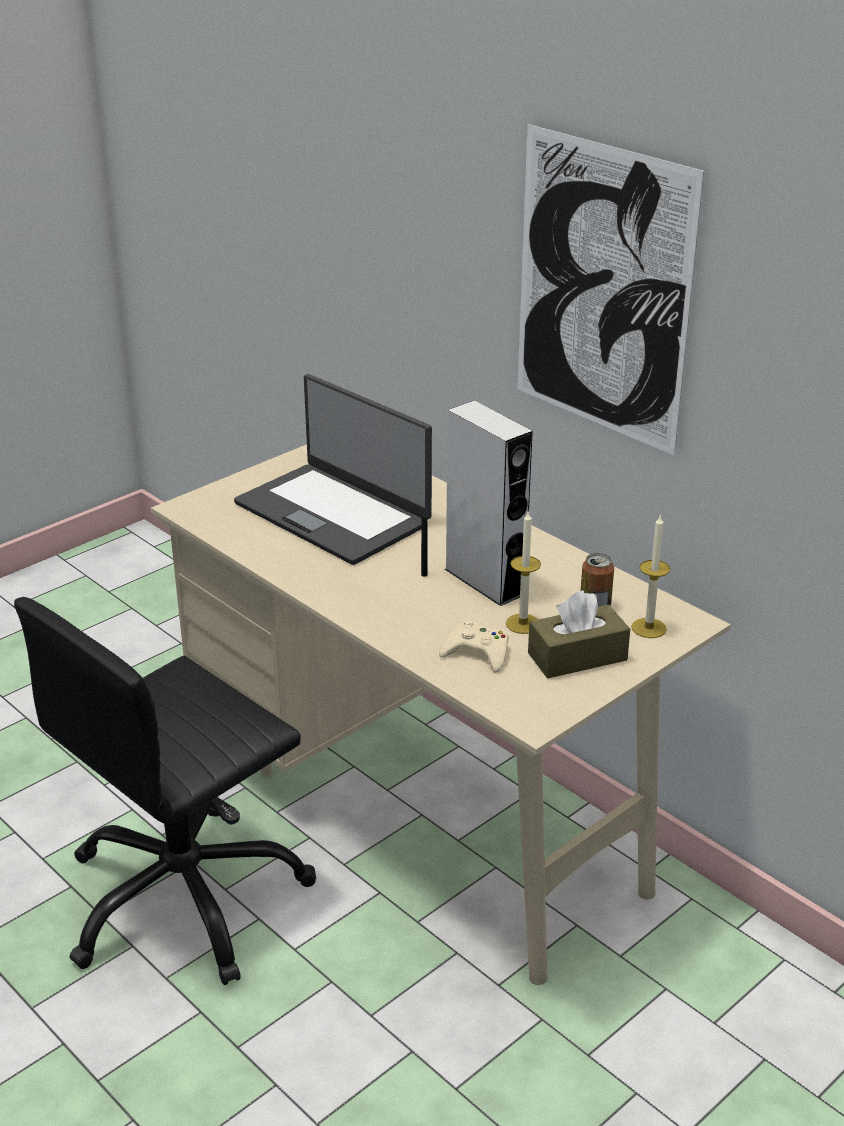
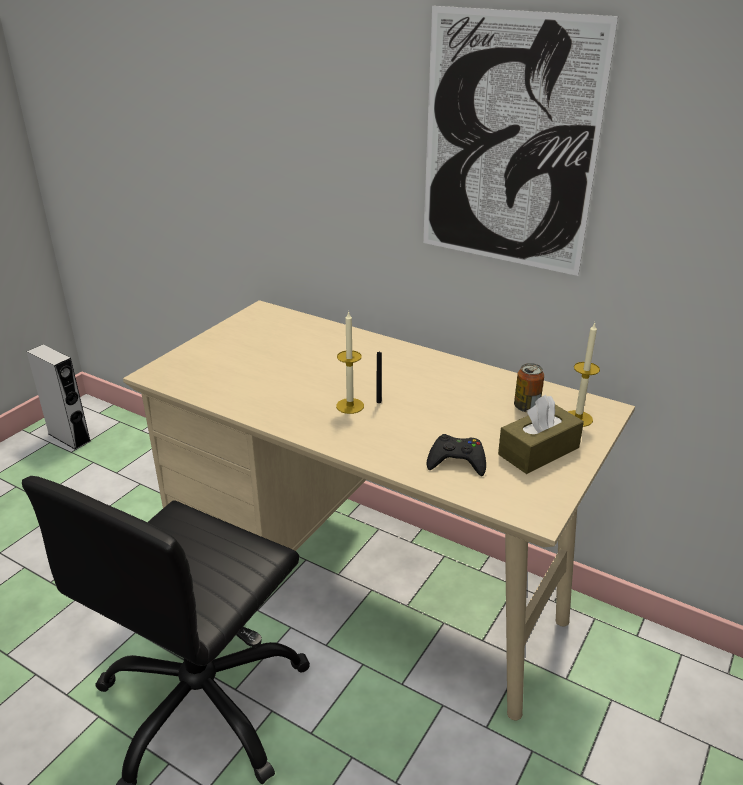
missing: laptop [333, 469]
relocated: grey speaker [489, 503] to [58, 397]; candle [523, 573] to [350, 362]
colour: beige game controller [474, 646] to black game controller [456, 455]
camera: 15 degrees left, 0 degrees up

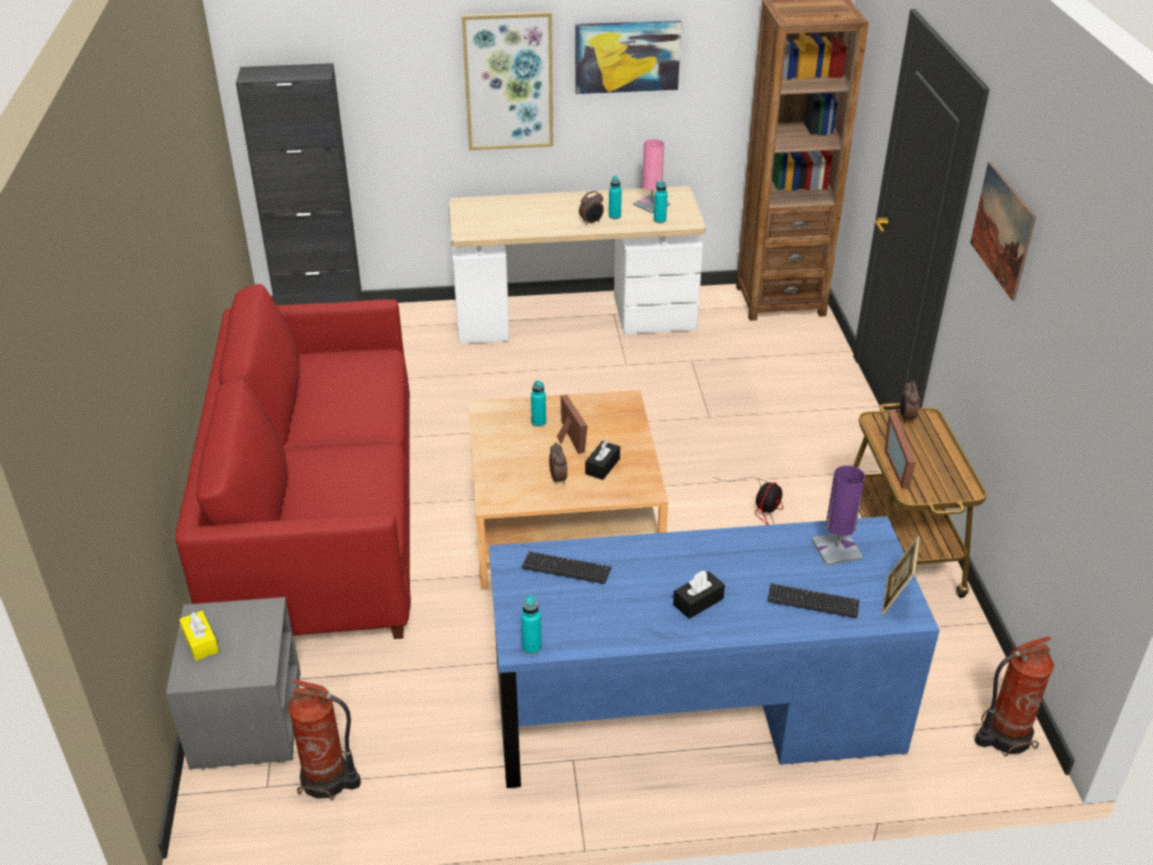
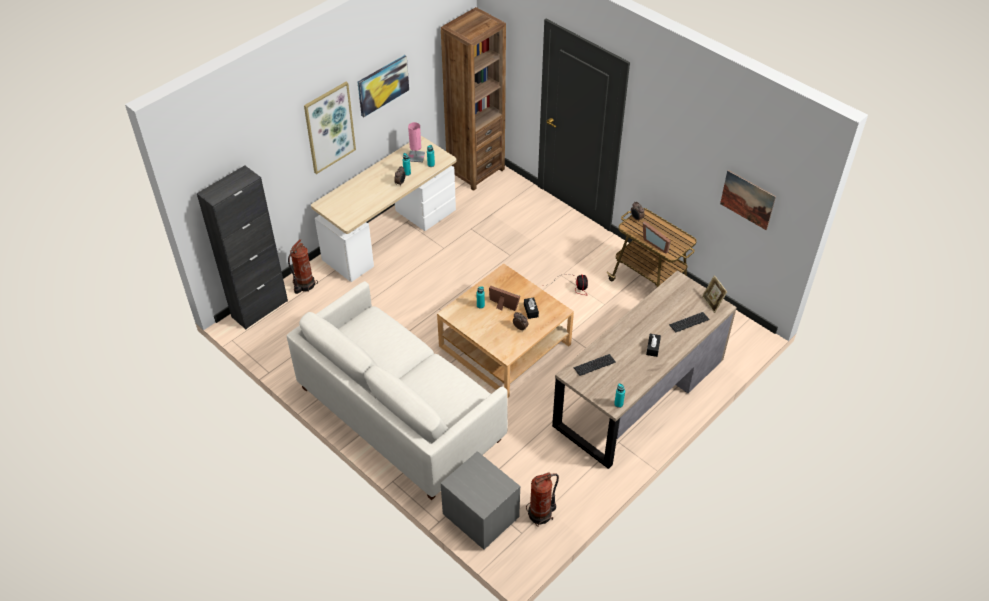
missing: yellow tissue box [199, 636]; purple table lamp [838, 515]
relocated: fire extinguisher [1014, 696] to [303, 266]; picture [1003, 231] to [748, 200]
colour: red sofa [293, 461] to white sofa [397, 390]; blue desk [714, 652] to brown desk [644, 369]
camera: 40 degrees left, 10 degrees up

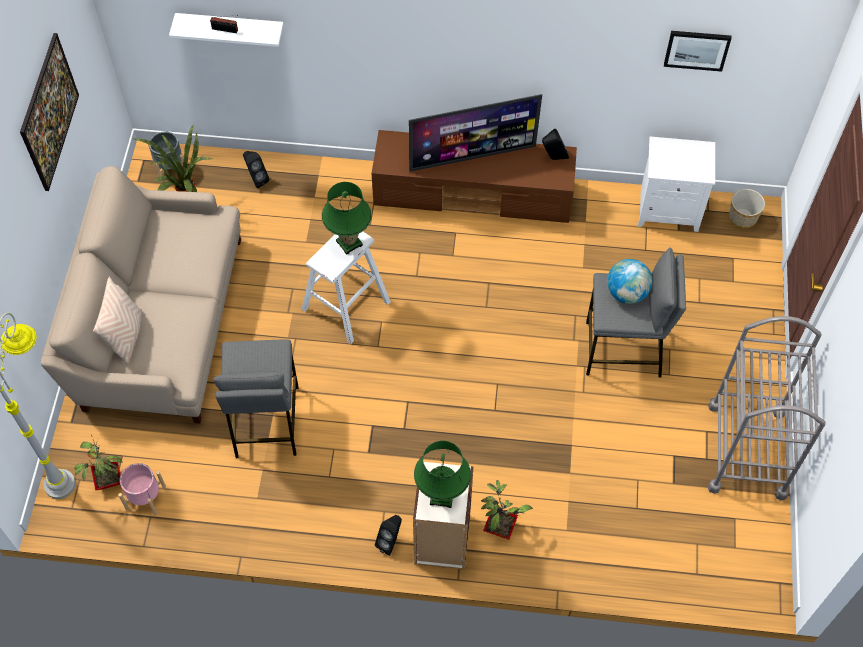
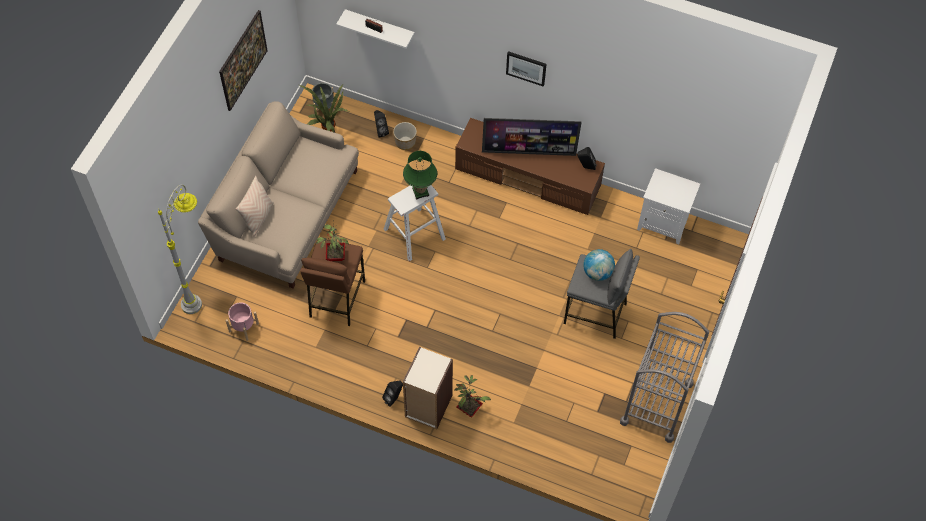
missing: green table lamp [442, 474]
relocated: potted plant [98, 462] to [332, 240]; planter [747, 208] to [405, 136]; picture [697, 51] to [526, 69]
colour: grey stool [256, 398] to brown stool [332, 282]
camera: 15 degrees right, 0 degrees up

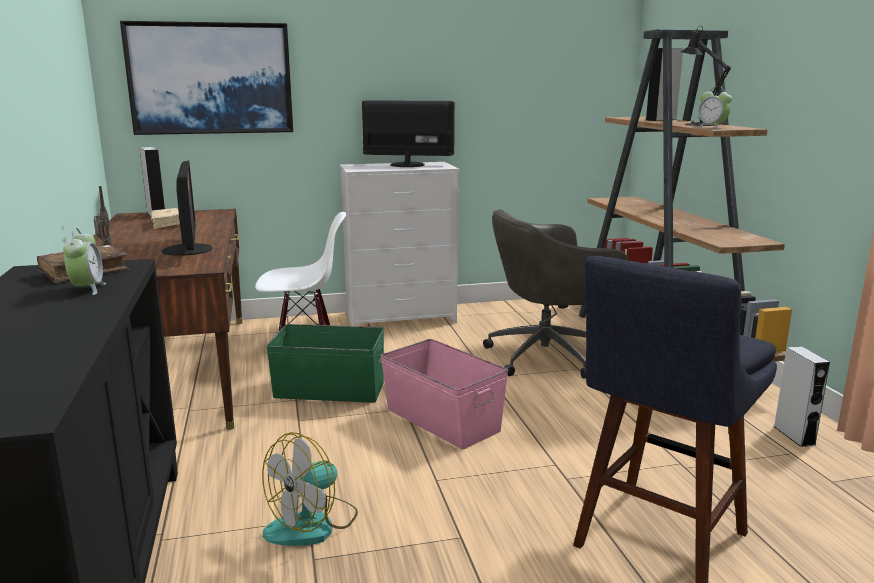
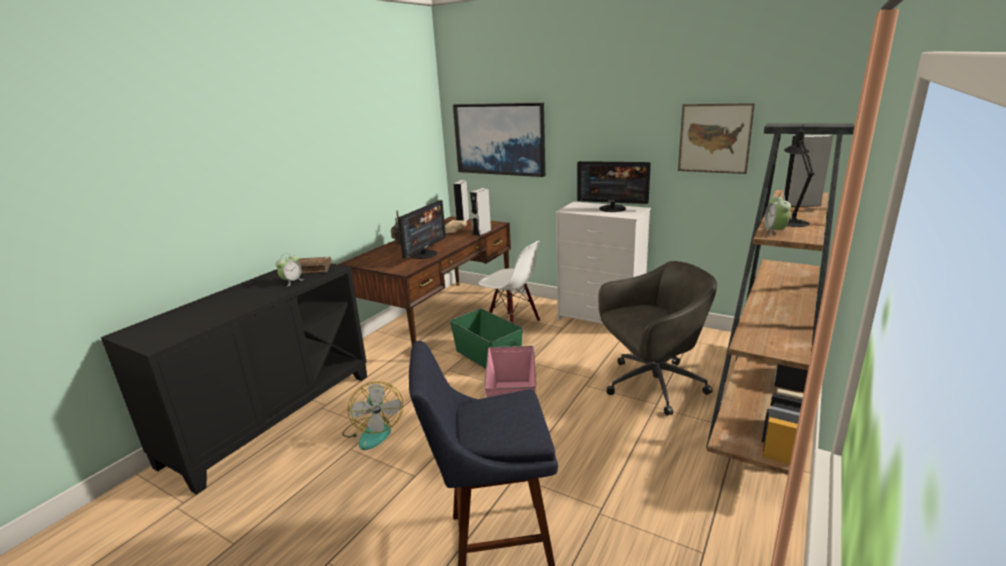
appeared: picture [716, 138]
relocated: grey speaker [802, 396] to [480, 212]
spun: fan [310, 489] = [372, 415] 105 degrees counterclockwise; monitor [408, 133] = [614, 186] 150 degrees clockwise; grey office chair [555, 294] = [657, 338] 135 degrees clockwise
camera: 45 degrees right, 5 degrees up

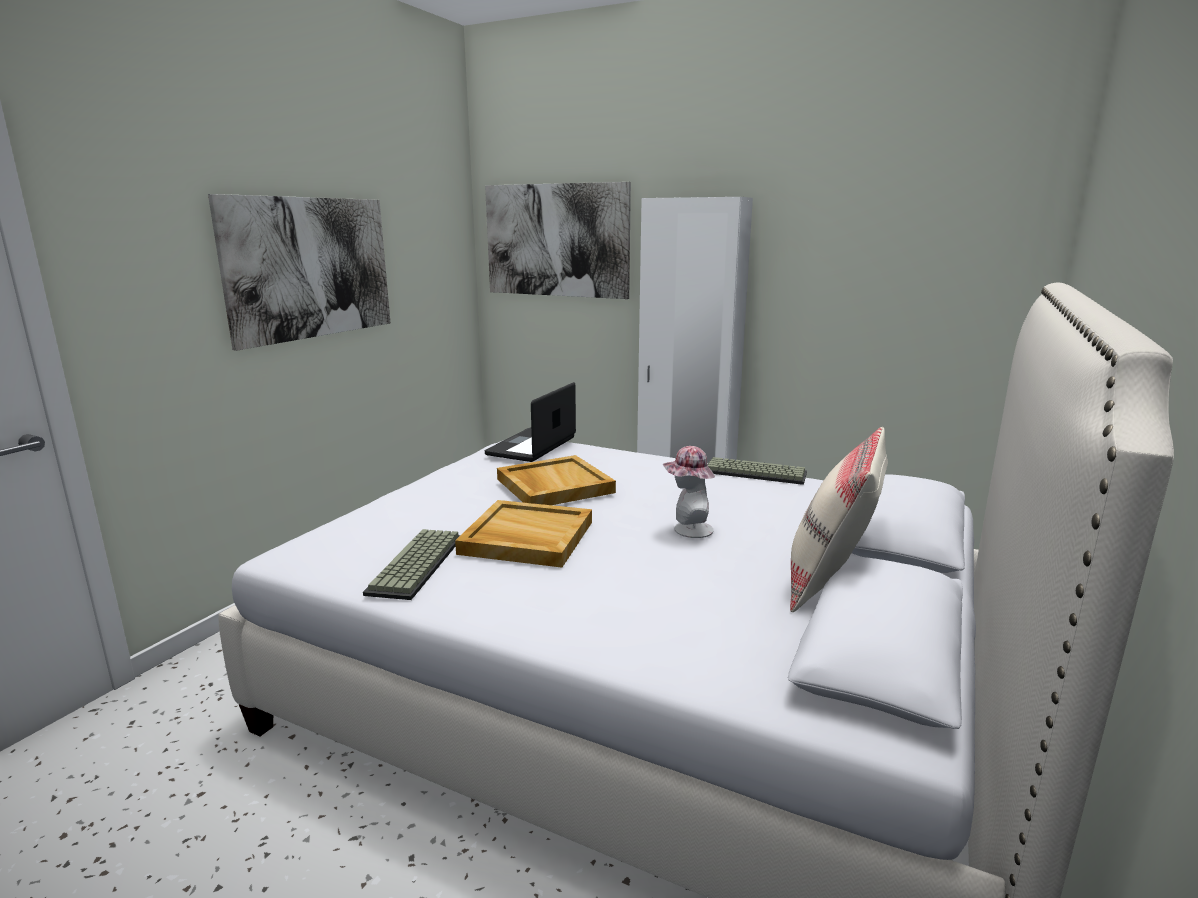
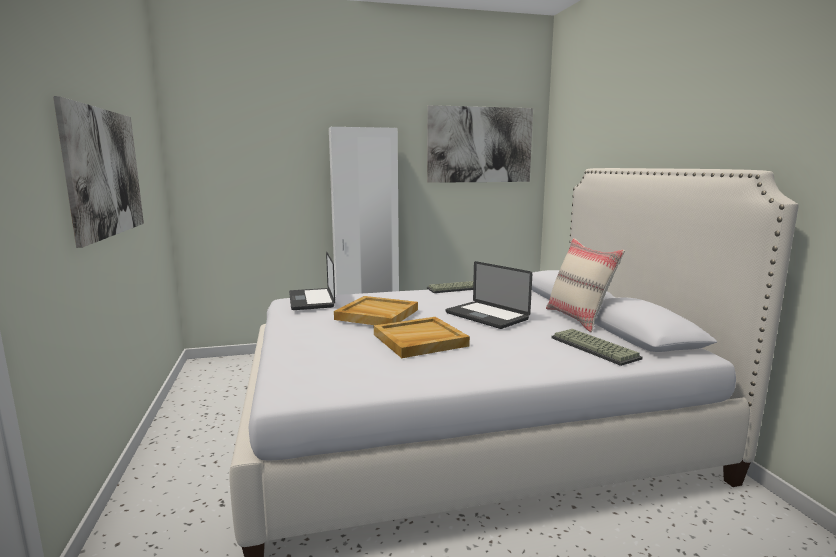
relocated: picture [558, 240] to [480, 144]; keyboard [411, 564] to [597, 347]
exchanged: hat [689, 492] to laptop [489, 295]
camera: 40 degrees left, 5 degrees down

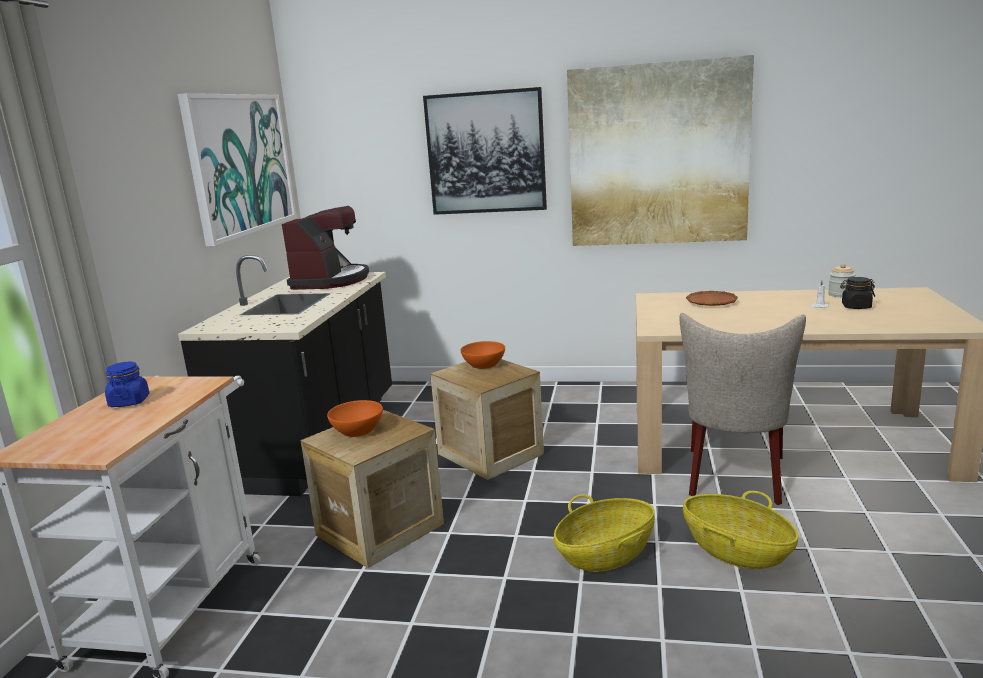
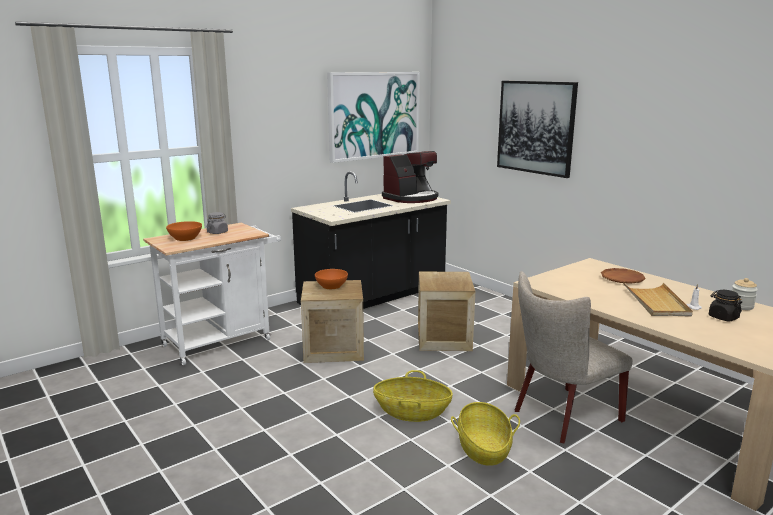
missing: picture [660, 150]
appeared: beige tray [658, 299]
relocated: orange bowl [483, 355] to [184, 231]
colour: blue jar [127, 384] to grey jar [217, 223]
camera: 40 degrees right, 0 degrees up

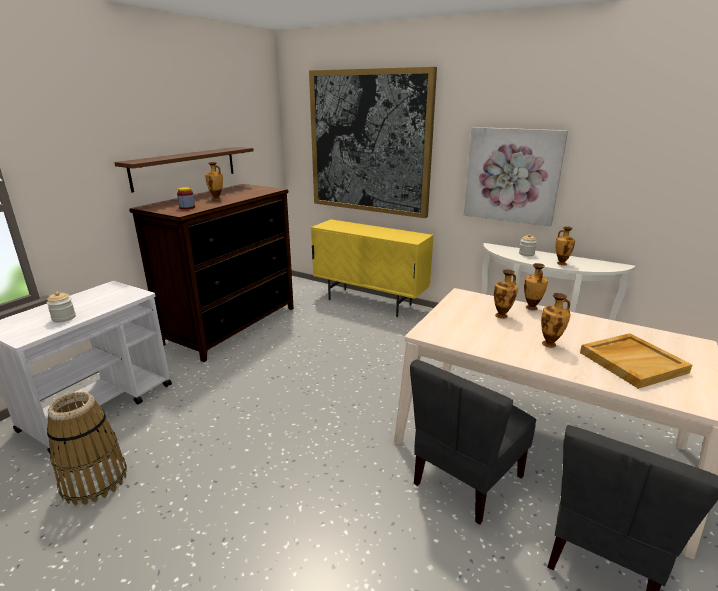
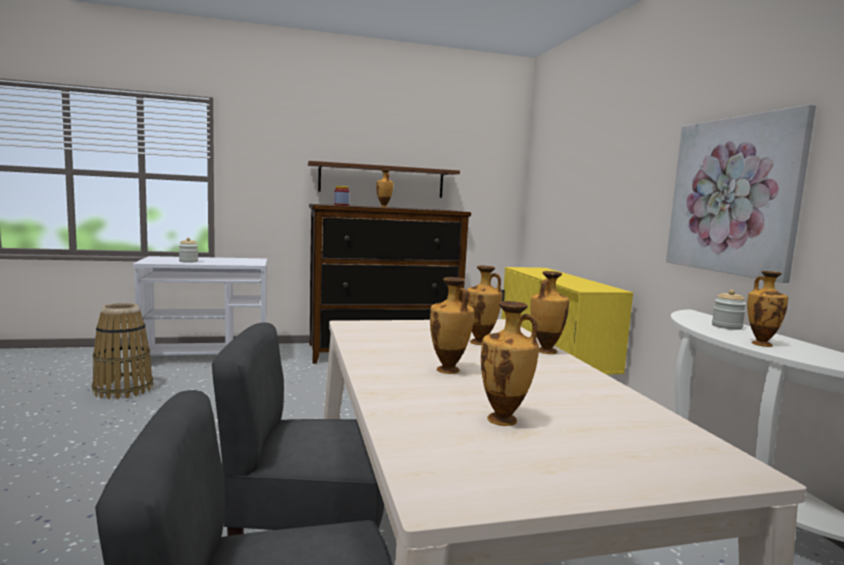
missing: picture [373, 142]
exchanged: beige tray [636, 361] to vase [510, 363]
camera: 45 degrees right, 15 degrees down

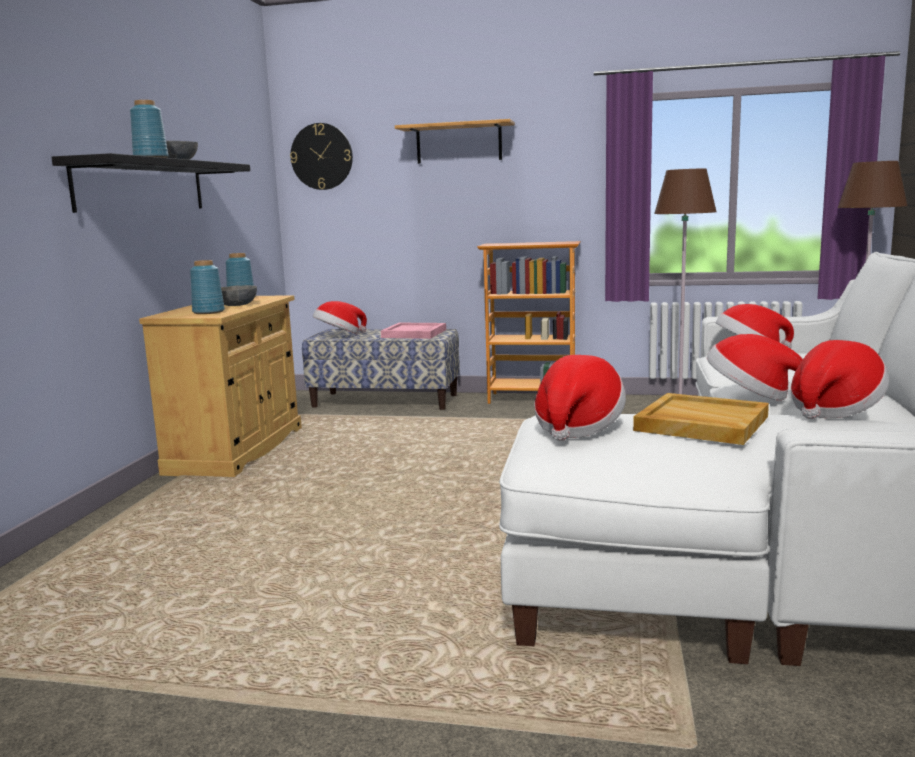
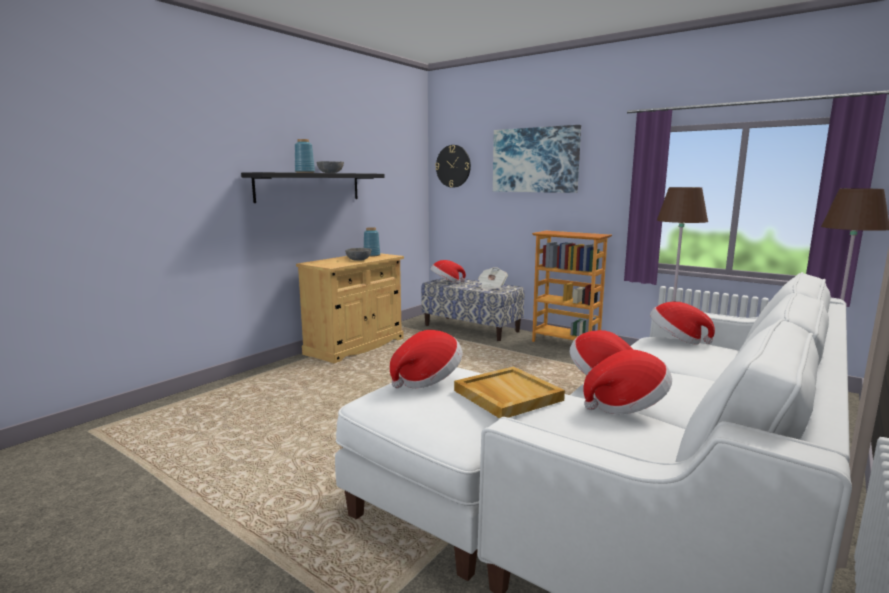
missing: blue vase [207, 287]
exchanged: pink tray [413, 331] to newspaper [493, 278]; shelf [455, 141] to picture [537, 159]
camera: 25 degrees right, 0 degrees up

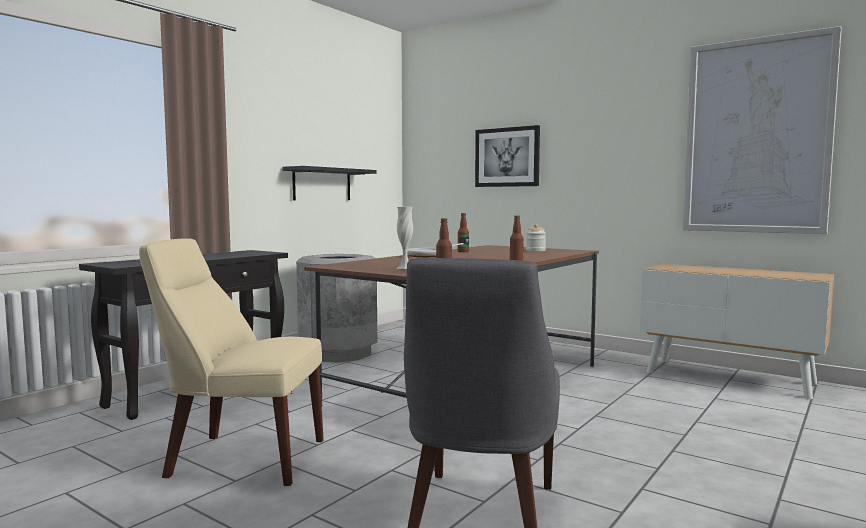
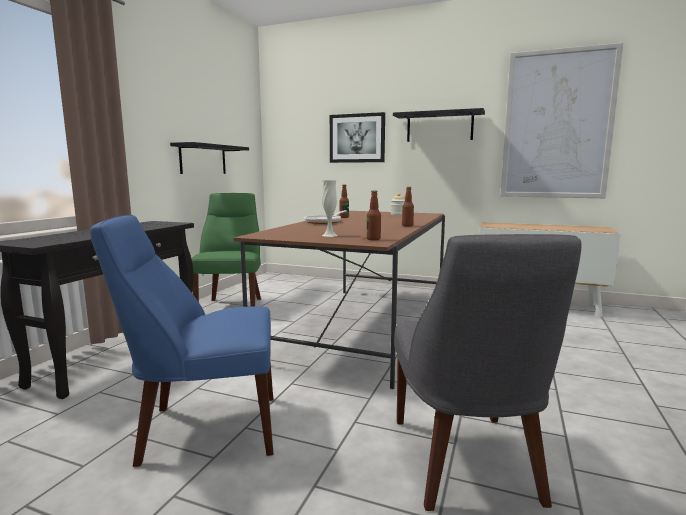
appeared: black shelf [439, 125]
exchanged: grey trash can [336, 308] to green chair [226, 250]
colour: beige chair [231, 362] to blue chair [181, 341]
camera: 15 degrees left, 5 degrees up

